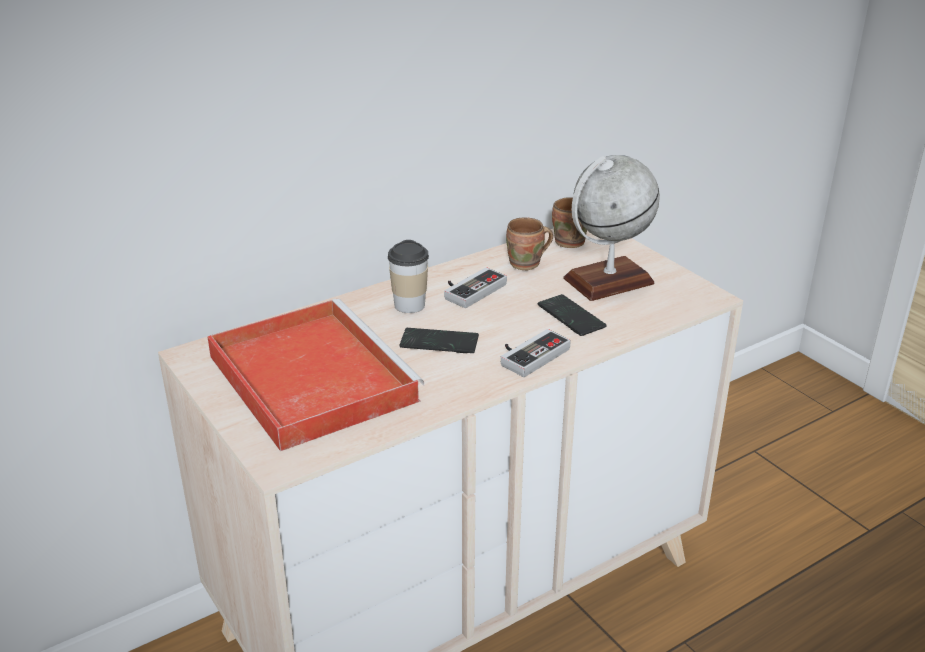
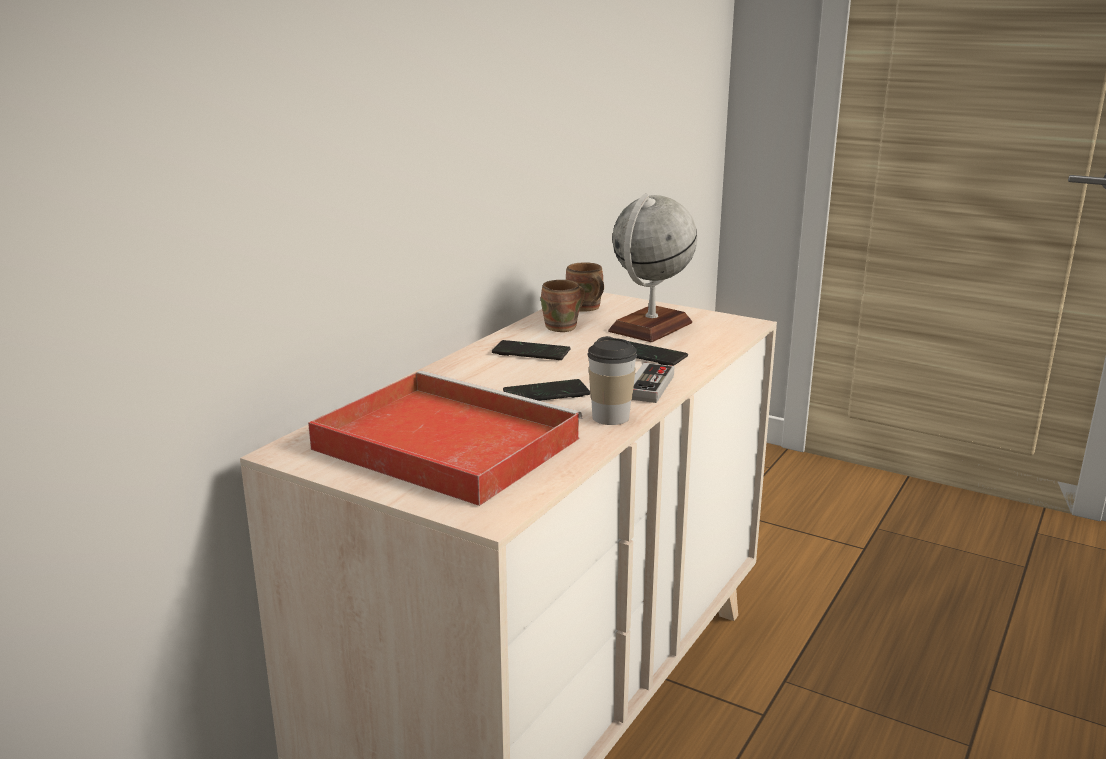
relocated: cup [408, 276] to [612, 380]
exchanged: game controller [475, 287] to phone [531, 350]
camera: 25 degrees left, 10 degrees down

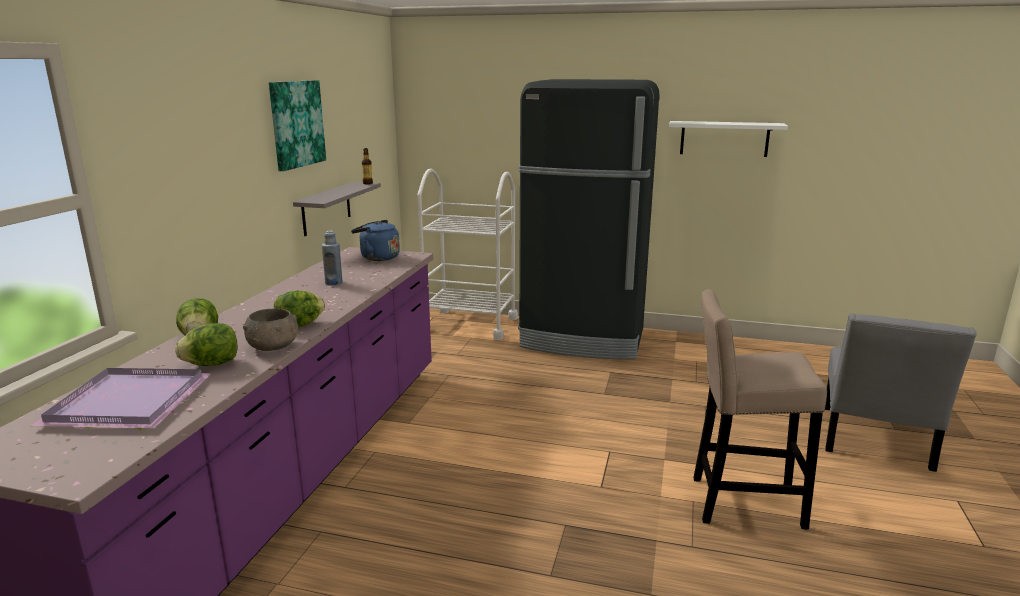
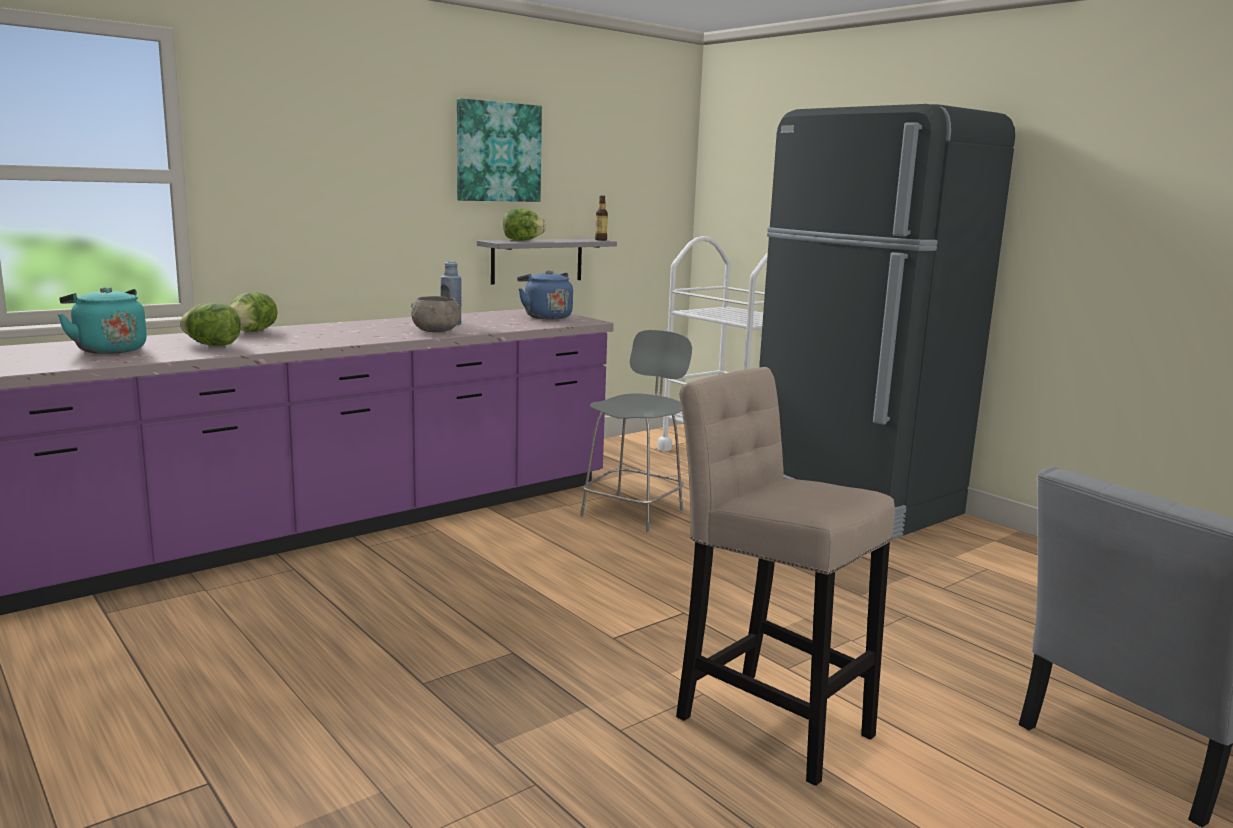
missing: white shelf [728, 139]
appeared: grey stool [636, 431]
relocated: grey bowl [270, 330] to [436, 314]; lettuce [299, 309] to [524, 224]
exchanged: purple tray [121, 398] to turquoise kettle [102, 320]
camera: 35 degrees right, 5 degrees down

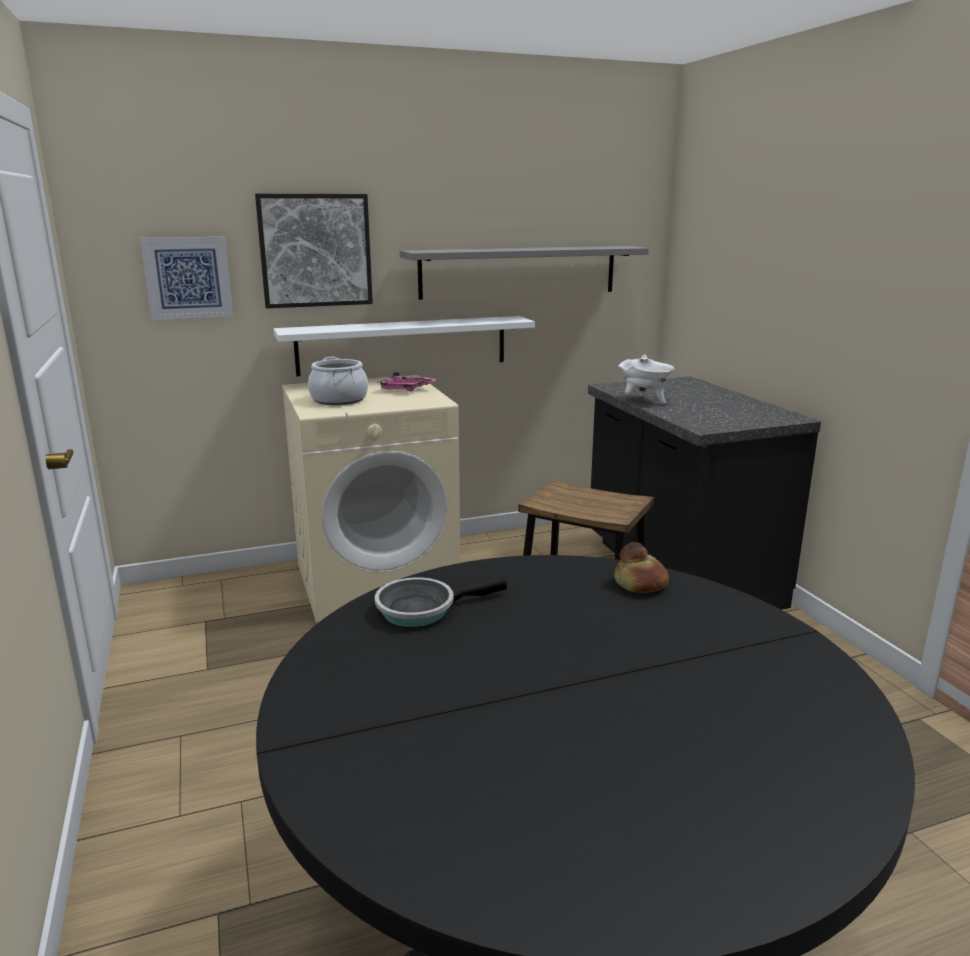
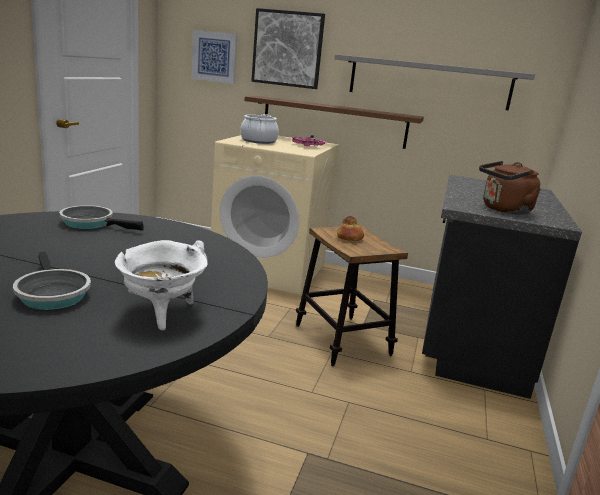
appeared: frying pan [52, 281]; brown kettle [510, 188]
relocated: white cooking pot [646, 379] to [161, 285]; bread [641, 567] to [350, 228]
colour: white shelf [404, 346] to brown shelf [334, 122]
camera: 35 degrees right, 0 degrees up

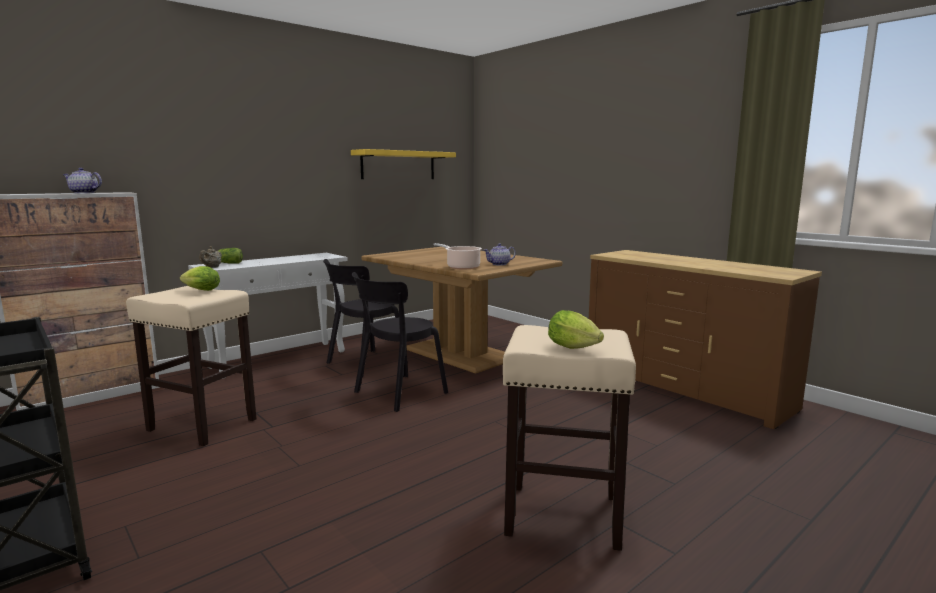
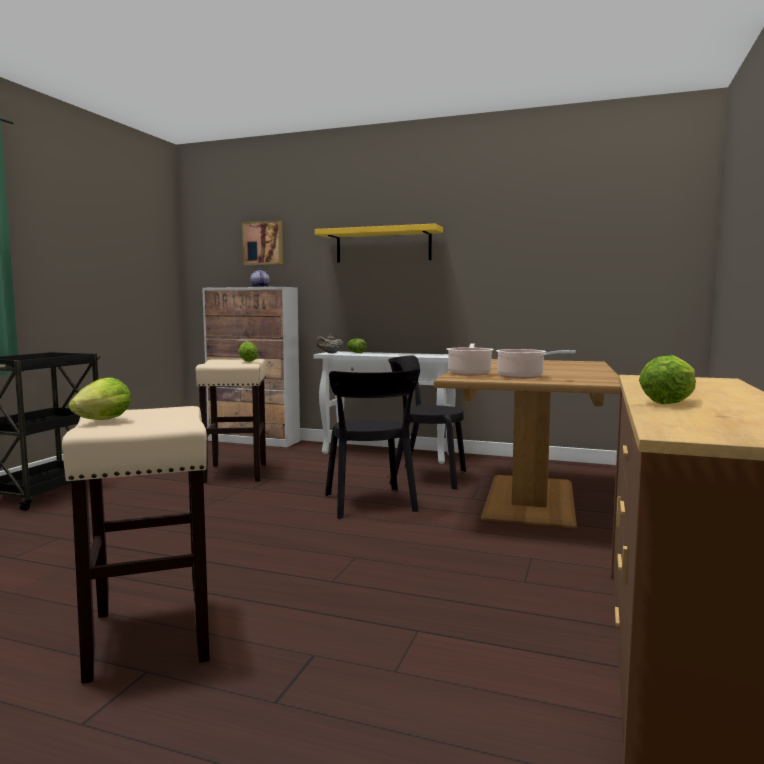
appeared: picture [262, 242]; lettuce [667, 379]
relocated: yellow shelf [403, 164] to [379, 243]
exchanged: teapot [500, 254] to cooking pot [536, 364]
spun: black chair [400, 342] = [372, 444] 120 degrees counterclockwise
camera: 60 degrees right, 5 degrees down

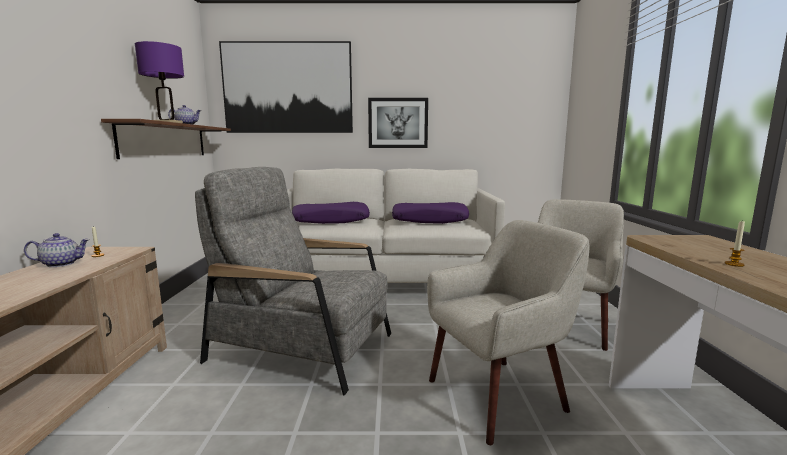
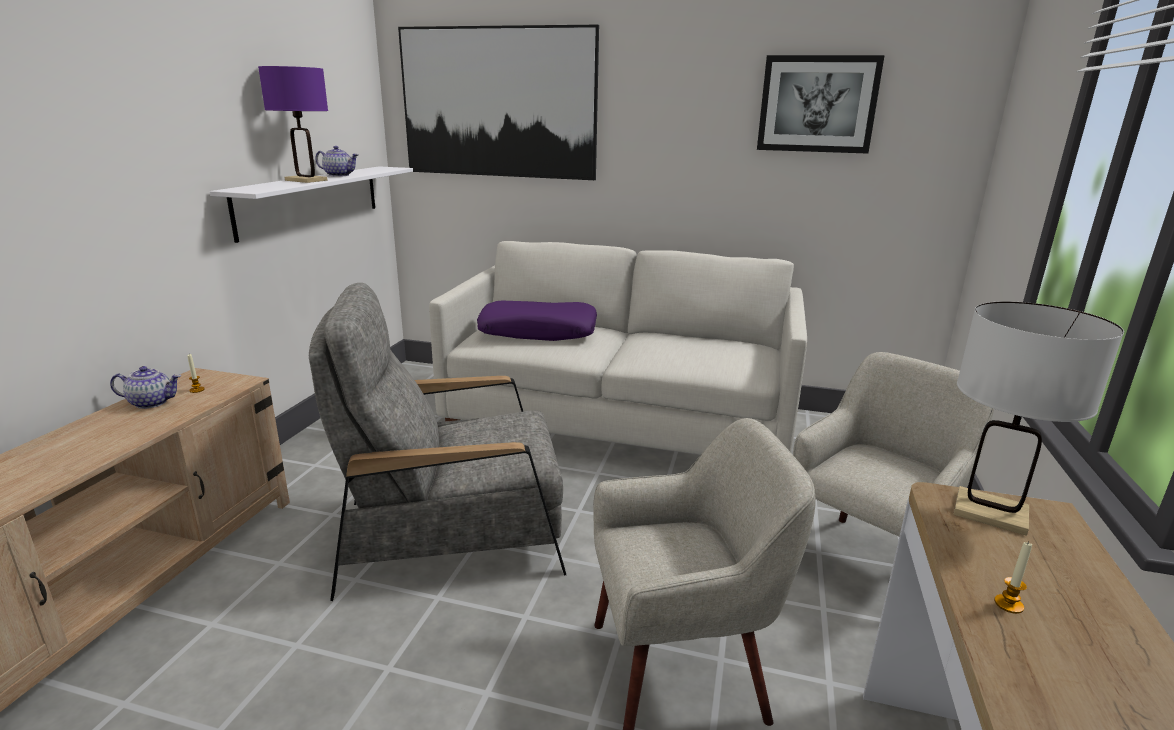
missing: purple pillow [430, 213]
appeared: white table lamp [1038, 418]
relocated: picture [398, 123] to [821, 104]
colour: brown shelf [166, 139] to white shelf [311, 204]
spun: grey armchair [293, 281] = [437, 442] 45 degrees counterclockwise
camera: 15 degrees right, 10 degrees up

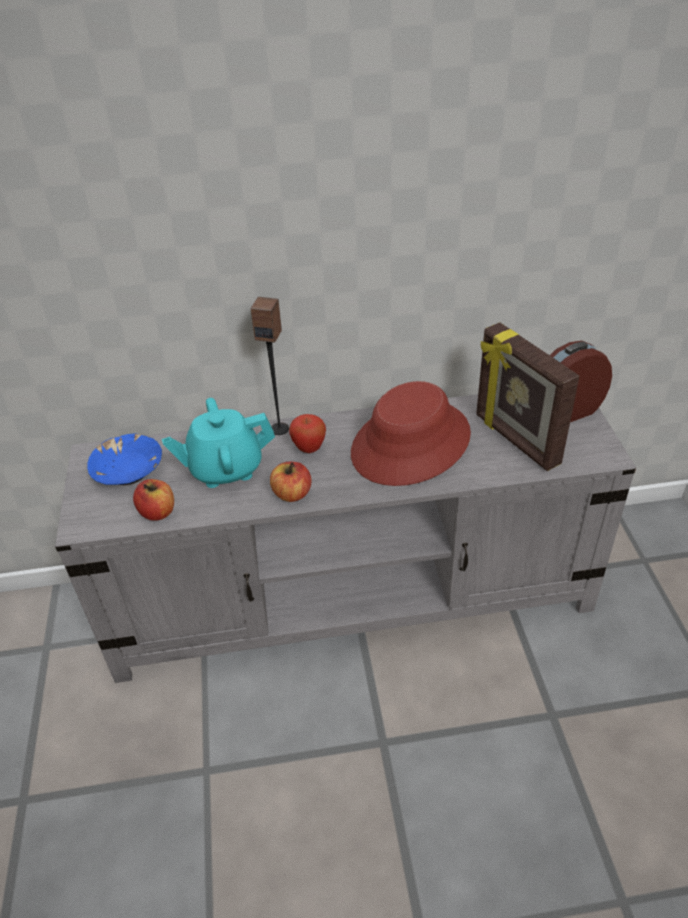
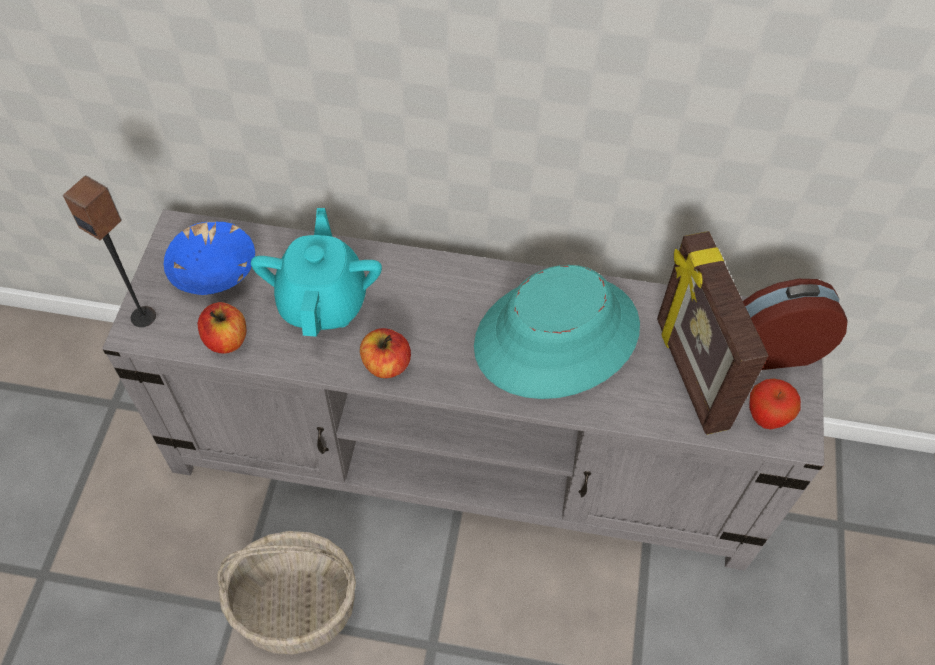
appeared: basket [286, 592]
relocated: speaker [270, 366] to [109, 251]; apple [307, 433] to [775, 404]
colour: red hat [411, 433] to turquoise hat [557, 332]
spun: turquoise teapot [218, 443] = [316, 272] 90 degrees clockwise
camera: 15 degrees right, 15 degrees up

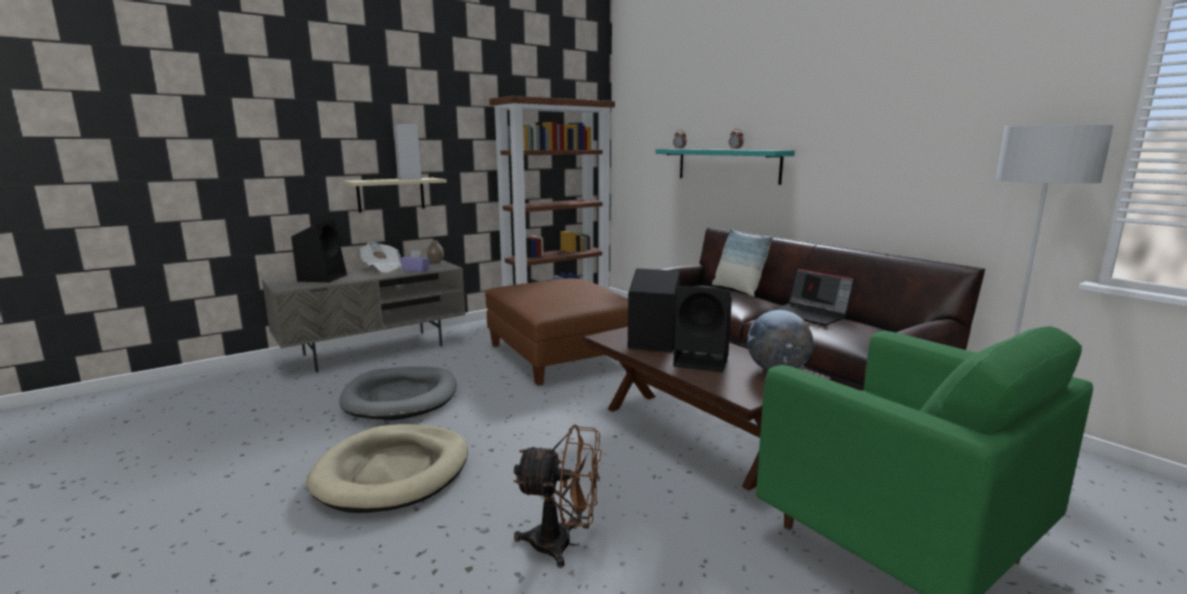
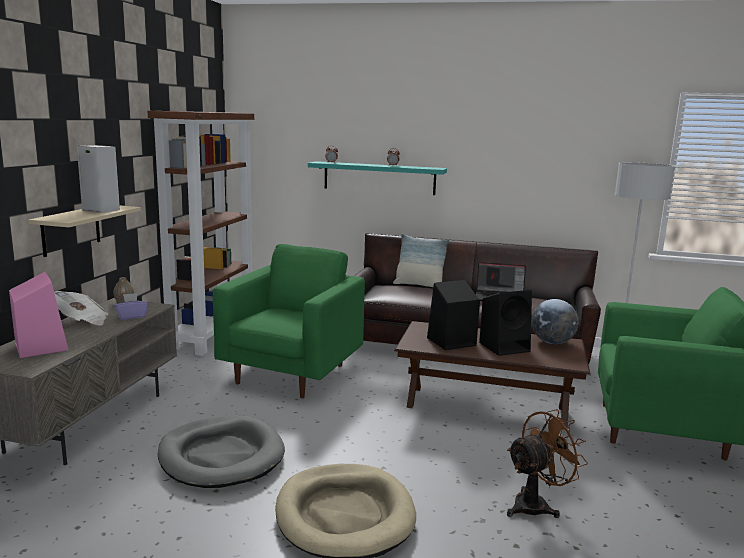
exchanged: brown ottoman [556, 332] to green armchair [289, 321]
colour: black speaker [319, 251] to pink speaker [38, 315]
camera: 40 degrees left, 0 degrees up

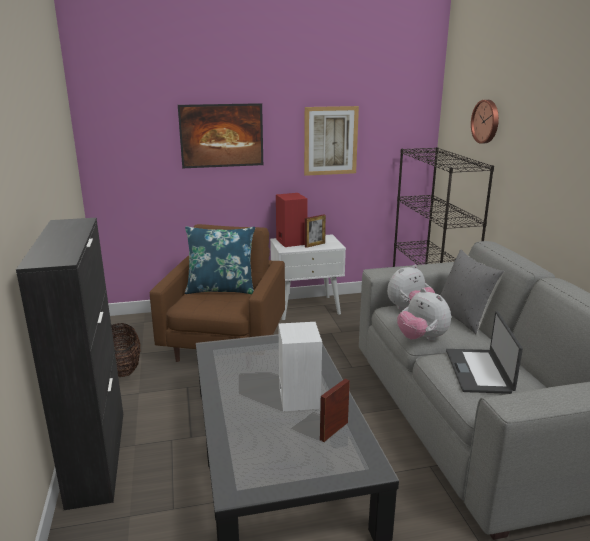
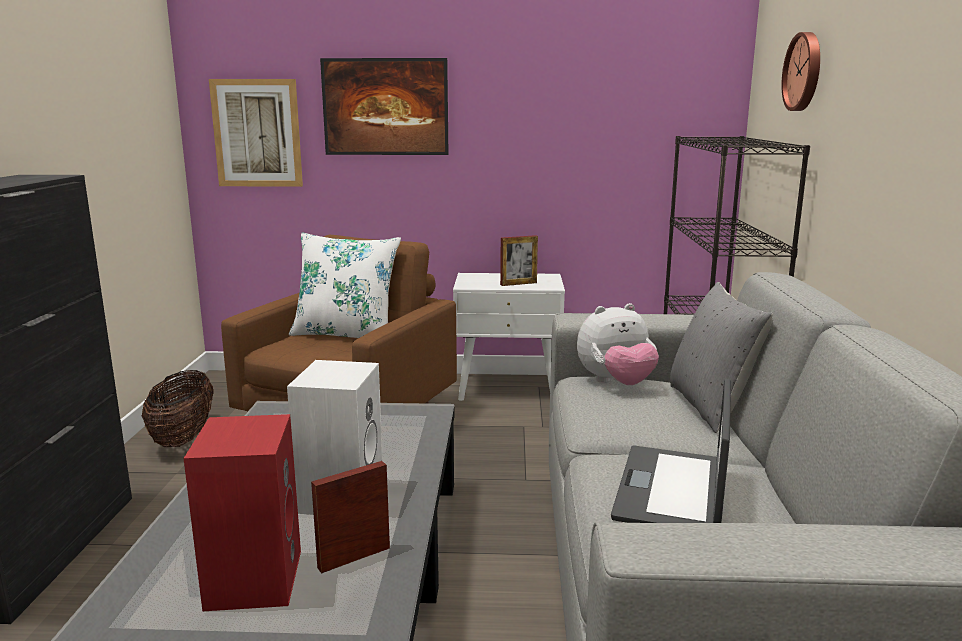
missing: plush toy [424, 314]
relocated: red speaker [292, 220] to [242, 513]; picture [331, 141] to [256, 133]
colour: blue pillow [220, 260] to white pillow [345, 285]
camera: 15 degrees right, 5 degrees down

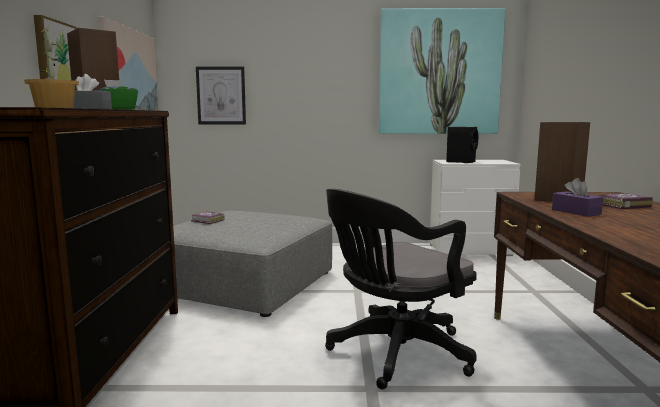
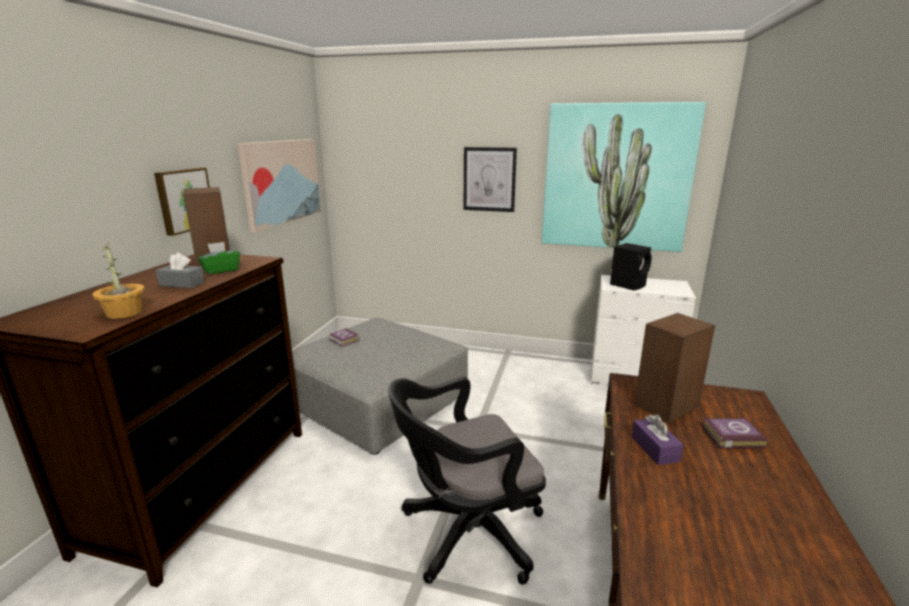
relocated: picture [221, 95] to [490, 179]
camera: 15 degrees right, 10 degrees up

